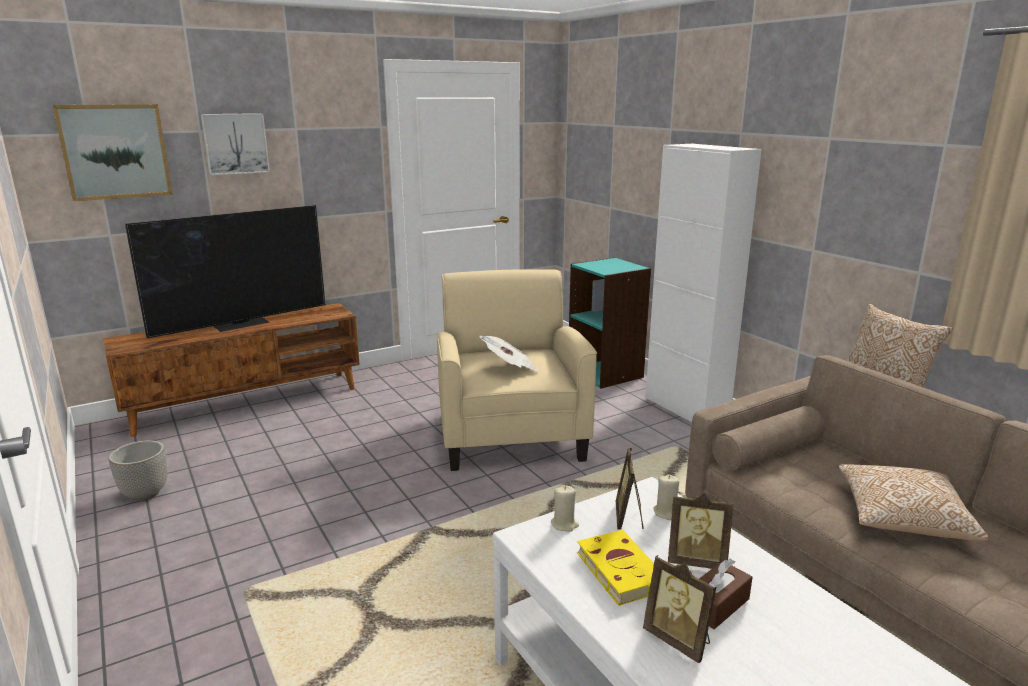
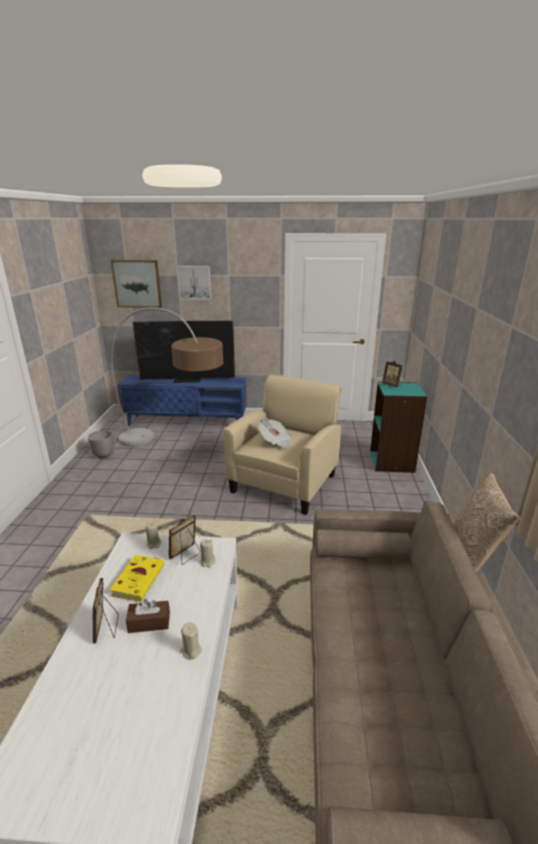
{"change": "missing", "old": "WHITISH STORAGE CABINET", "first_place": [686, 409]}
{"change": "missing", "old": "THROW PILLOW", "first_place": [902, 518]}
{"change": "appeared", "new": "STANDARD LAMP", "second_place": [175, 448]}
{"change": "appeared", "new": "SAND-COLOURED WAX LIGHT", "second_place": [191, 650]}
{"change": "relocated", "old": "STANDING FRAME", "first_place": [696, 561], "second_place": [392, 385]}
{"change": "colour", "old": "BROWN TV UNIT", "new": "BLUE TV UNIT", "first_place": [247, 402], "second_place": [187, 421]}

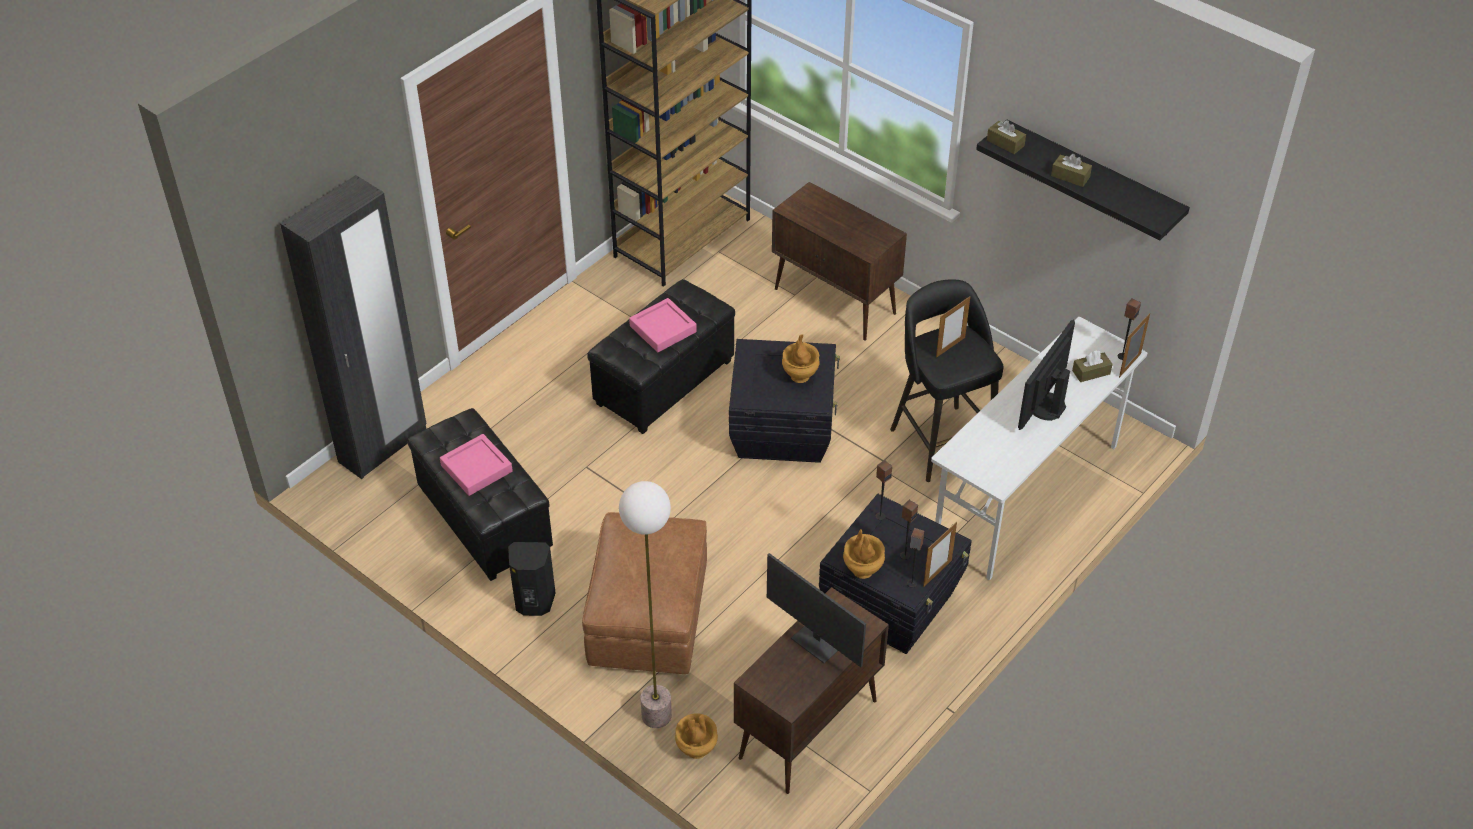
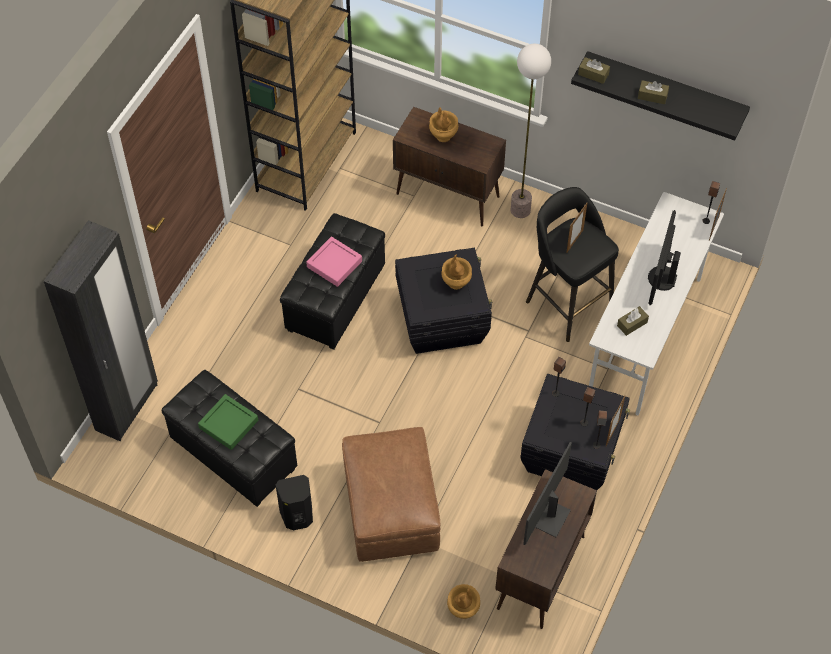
{"change": "relocated", "old": "STANDARD LAMP", "first_place": [656, 715], "second_place": [520, 210]}
{"change": "relocated", "old": "BROWN FLOWER VASE", "first_place": [862, 570], "second_place": [443, 136]}
{"change": "relocated", "old": "BROWN TISSUE BOX", "first_place": [1091, 372], "second_place": [632, 324]}
{"change": "colour", "old": "PINK TRAY", "new": "GREENISH TRAY", "first_place": [476, 468], "second_place": [228, 424]}
{"change": "spun", "old": "COMPUTER DISPLAY", "first_place": [818, 641], "second_place": [549, 517], "degrees": 90}

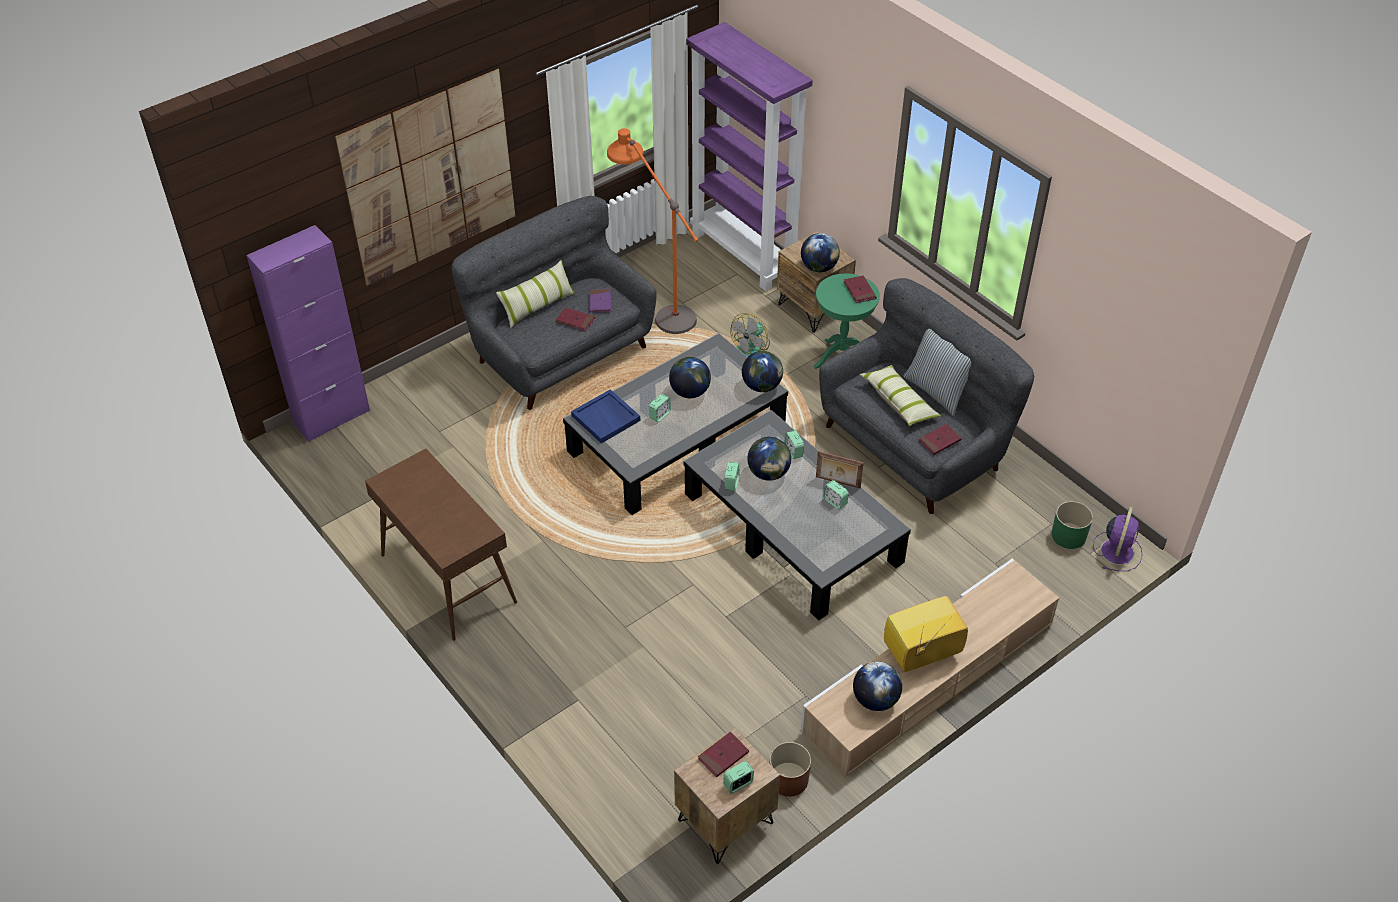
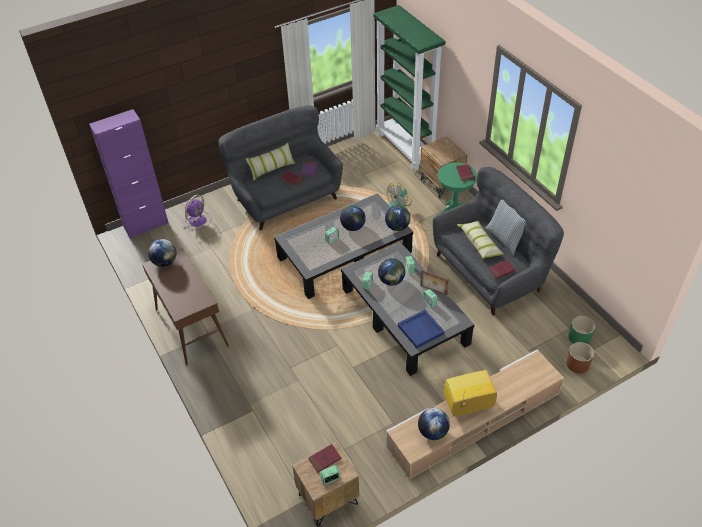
{"change": "missing", "old": "WALL PICTURE", "first_place": [430, 178]}
{"change": "missing", "old": "ORANGEY STANDARD LAMP", "first_place": [657, 305]}
{"change": "relocated", "old": "BLUE TRAY", "first_place": [606, 418], "second_place": [421, 330]}
{"change": "relocated", "old": "BROWN PLANT POT", "first_place": [788, 779], "second_place": [577, 364]}
{"change": "relocated", "old": "GLOBE", "first_place": [819, 267], "second_place": [165, 262]}
{"change": "relocated", "old": "PURPLE FAN", "first_place": [1117, 551], "second_place": [198, 220]}
{"change": "colour", "old": "PURPLE BOOKSHELF", "new": "GREENISH BOOKSHELF", "first_place": [744, 254], "second_place": [406, 148]}

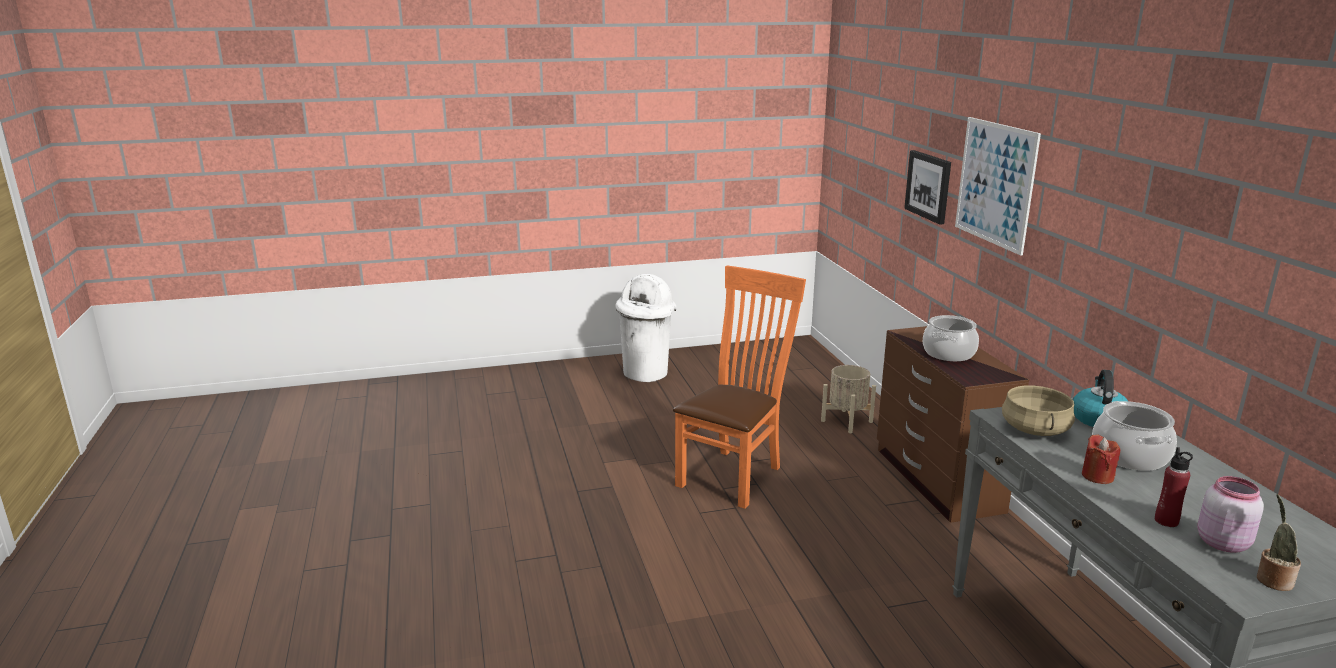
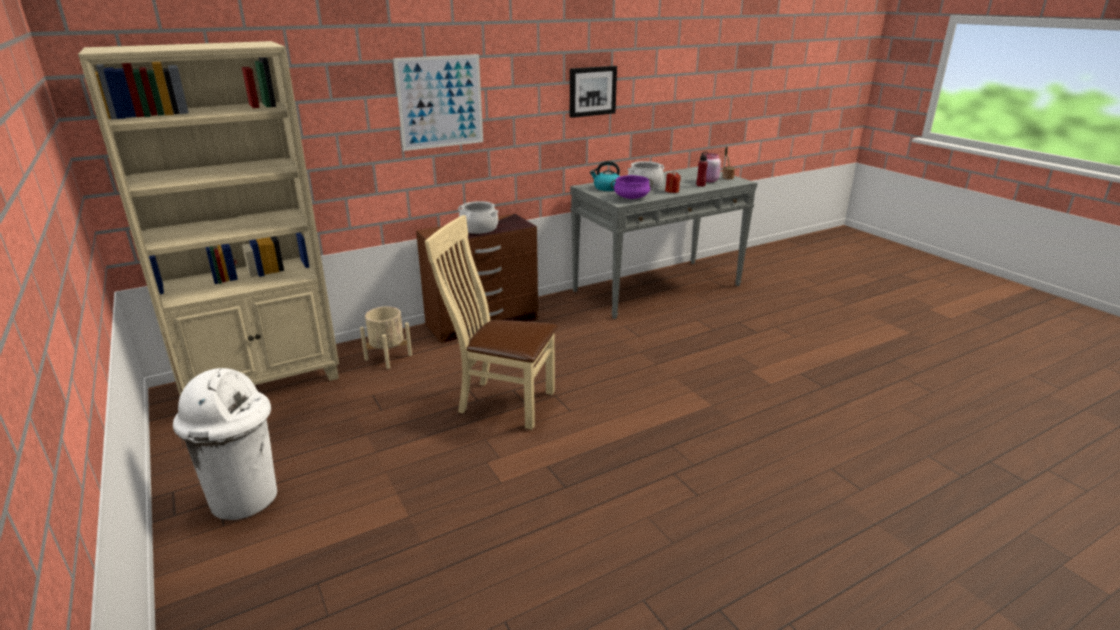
{"change": "appeared", "new": "SAND-COLOURED BOOKSHELF", "second_place": [264, 381]}
{"change": "relocated", "old": "WALL PICTURE", "first_place": [929, 186], "second_place": [592, 91]}
{"change": "colour", "old": "ORANGEY PLAIN CHAIR", "new": "SAND-COLOURED PLAIN CHAIR", "first_place": [734, 474], "second_place": [501, 401]}
{"change": "colour", "old": "SAND-COLOURED SAUCEPOT", "new": "PURPLE SAUCEPOT", "first_place": [1035, 429], "second_place": [631, 197]}

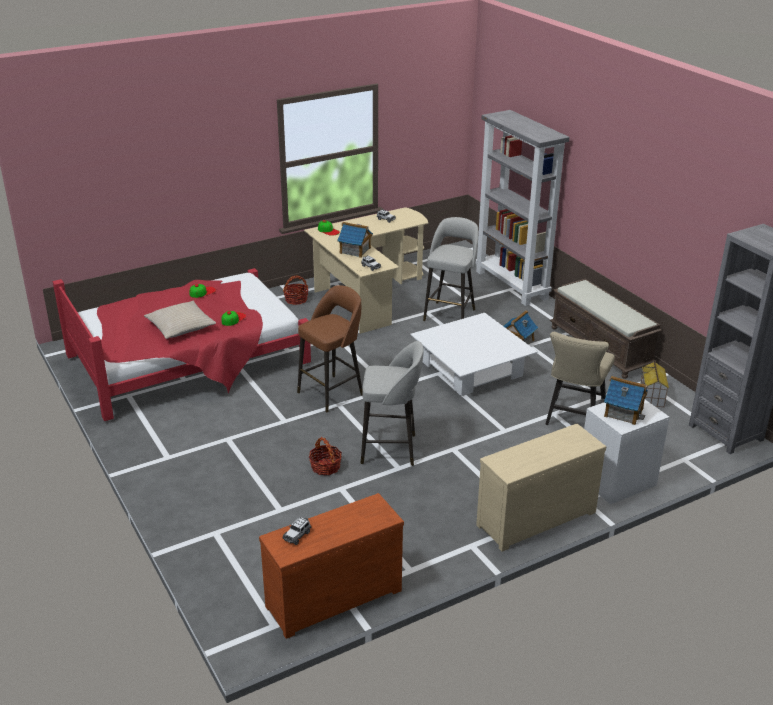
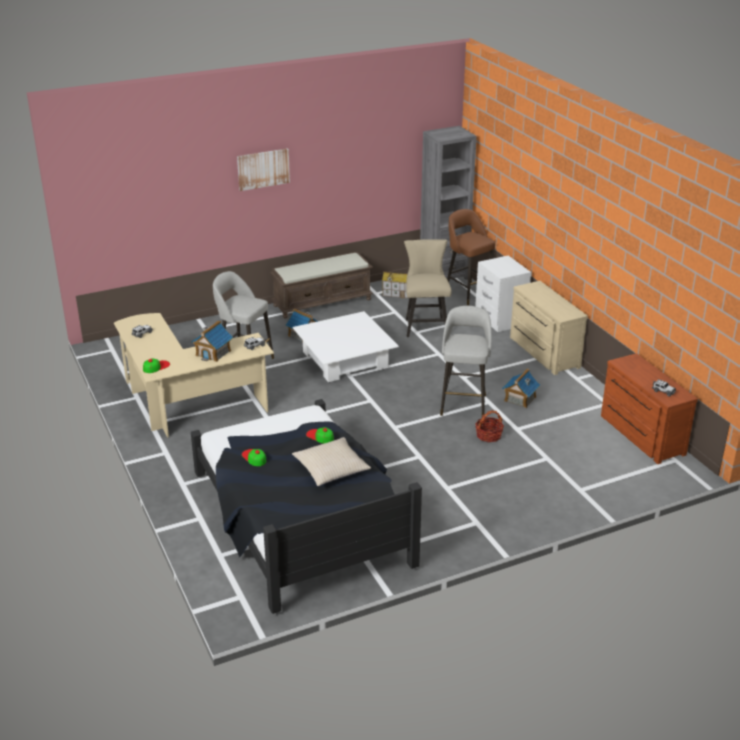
{"change": "missing", "old": "STORAGE BASKET", "first_place": [296, 300]}
{"change": "missing", "old": "GRAY BOOKSHELF", "first_place": [512, 285]}
{"change": "appeared", "new": "WALL PICTURE", "second_place": [263, 169]}
{"change": "relocated", "old": "BROWN SITTING STOOL", "first_place": [332, 393], "second_place": [468, 293]}
{"change": "relocated", "old": "MODEL HOUSE", "first_place": [623, 412], "second_place": [519, 399]}
{"change": "colour", "old": "REDDISH SLEEPING BED", "new": "BLACKISH SLEEPING BED", "first_place": [189, 361], "second_place": [301, 519]}
{"change": "spun", "old": "SAND-COLOURED PLAIN CHAIR", "first_place": [573, 420], "second_place": [425, 325], "degrees": -120}

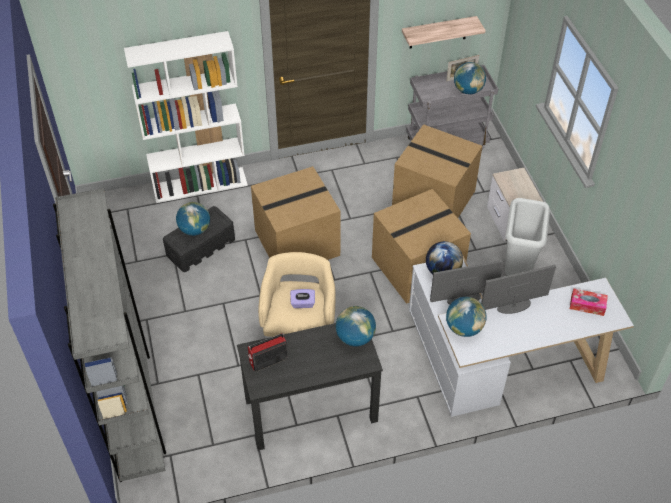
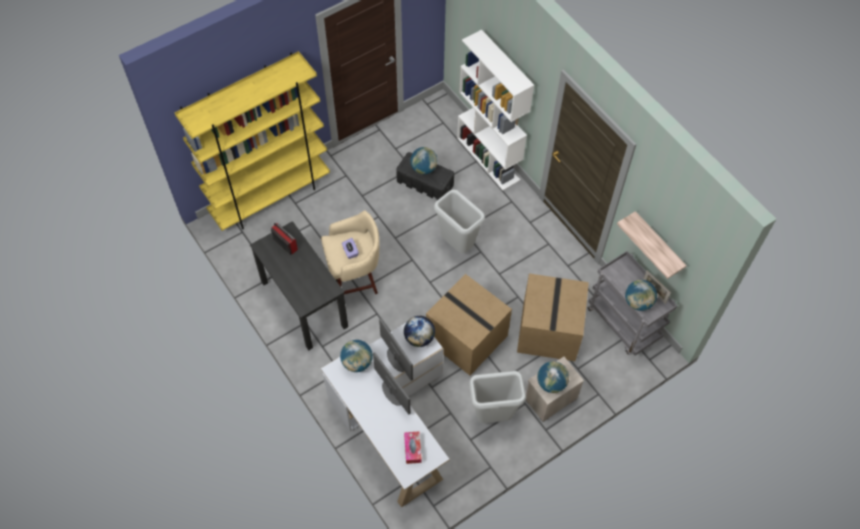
{"change": "relocated", "old": "GLOBE", "first_place": [355, 337], "second_place": [551, 383]}
{"change": "exchanged", "old": "CARDBOARD BOX", "new": "GRAY TRASH CAN", "first_place": [297, 242], "second_place": [458, 245]}
{"change": "colour", "old": "GRAY BOOKSHELF", "new": "YELLOWISH BOOKSHELF", "first_place": [133, 408], "second_place": [271, 197]}

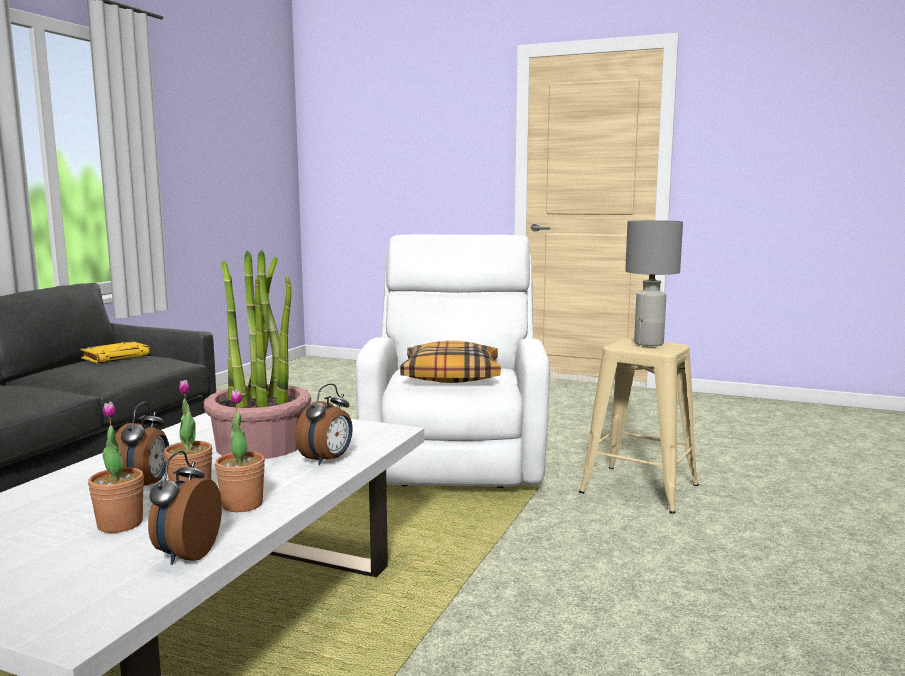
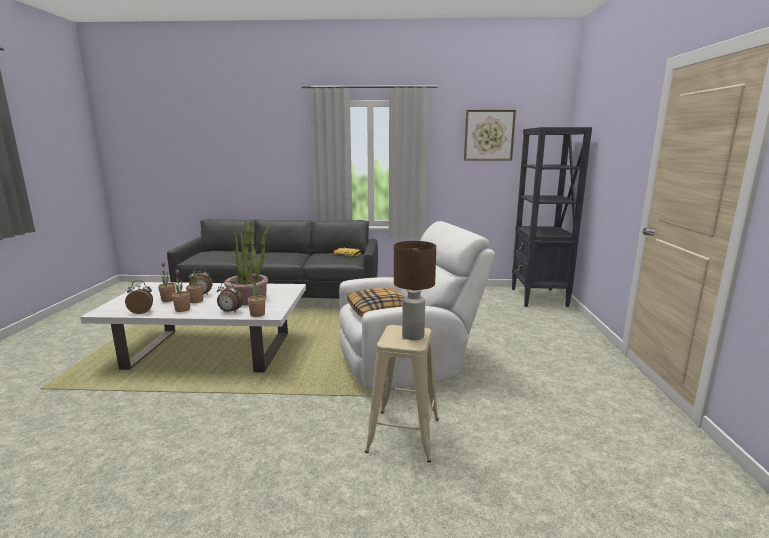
{"change": "appeared", "new": "POTTED PLANT", "second_place": [257, 314]}
{"change": "appeared", "new": "WALL PICTURE", "second_place": [489, 135]}
{"change": "appeared", "new": "BLACKISH BOOKSHELF", "second_place": [538, 297]}
{"change": "colour", "old": "GRAY TABLE LAMP", "new": "BROWN TABLE LAMP", "first_place": [648, 343], "second_place": [412, 336]}

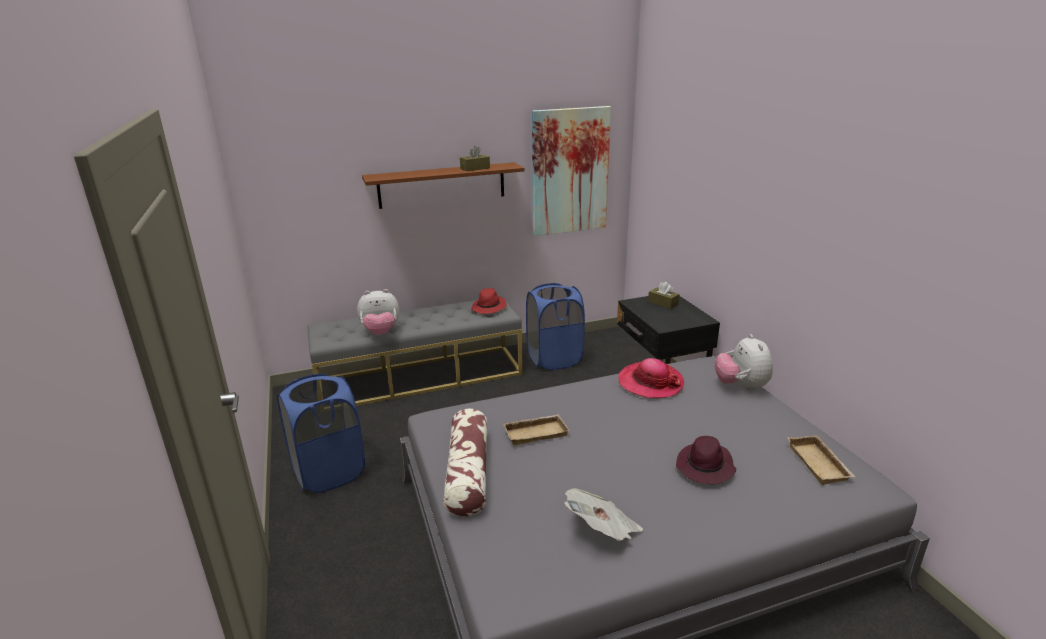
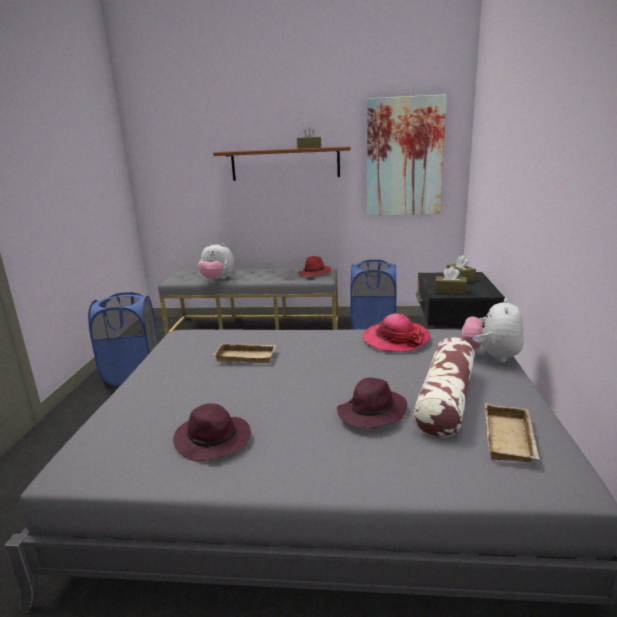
{"change": "appeared", "new": "BROWN TISSUE BOX", "second_place": [450, 291]}
{"change": "relocated", "old": "THROW PILLOW", "first_place": [468, 473], "second_place": [445, 399]}
{"change": "exchanged", "old": "NEWSPAPER", "new": "PURPLE HAT", "first_place": [603, 530], "second_place": [214, 440]}

